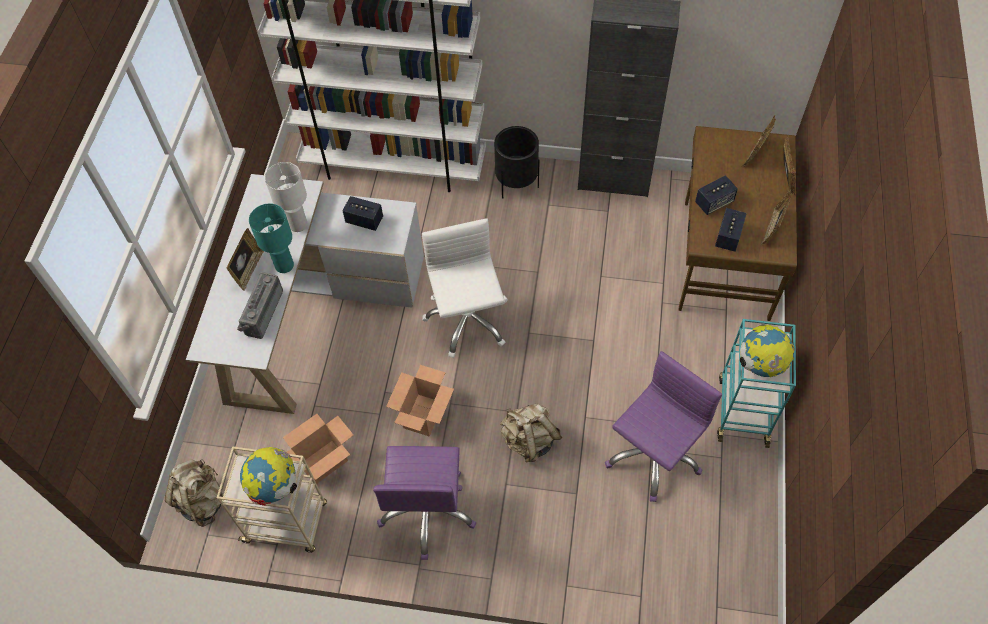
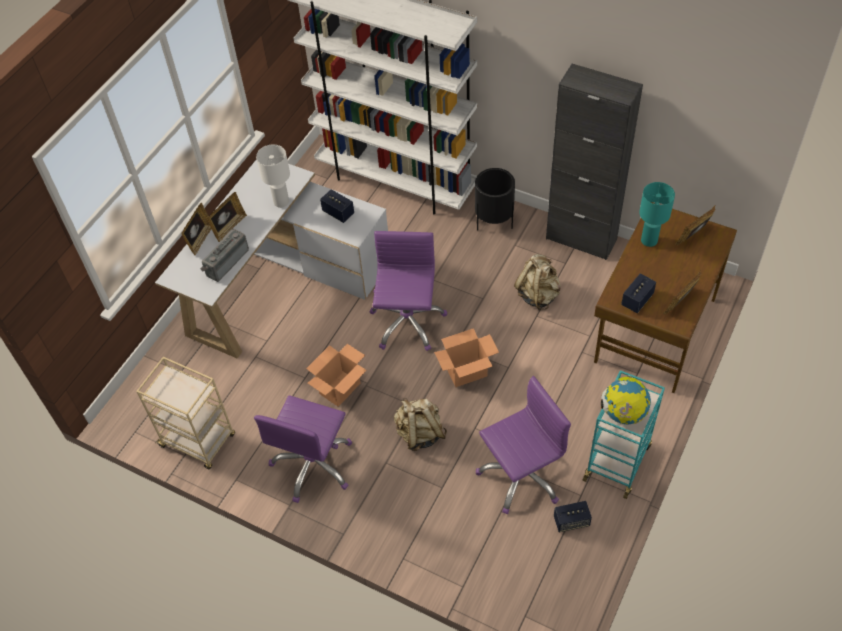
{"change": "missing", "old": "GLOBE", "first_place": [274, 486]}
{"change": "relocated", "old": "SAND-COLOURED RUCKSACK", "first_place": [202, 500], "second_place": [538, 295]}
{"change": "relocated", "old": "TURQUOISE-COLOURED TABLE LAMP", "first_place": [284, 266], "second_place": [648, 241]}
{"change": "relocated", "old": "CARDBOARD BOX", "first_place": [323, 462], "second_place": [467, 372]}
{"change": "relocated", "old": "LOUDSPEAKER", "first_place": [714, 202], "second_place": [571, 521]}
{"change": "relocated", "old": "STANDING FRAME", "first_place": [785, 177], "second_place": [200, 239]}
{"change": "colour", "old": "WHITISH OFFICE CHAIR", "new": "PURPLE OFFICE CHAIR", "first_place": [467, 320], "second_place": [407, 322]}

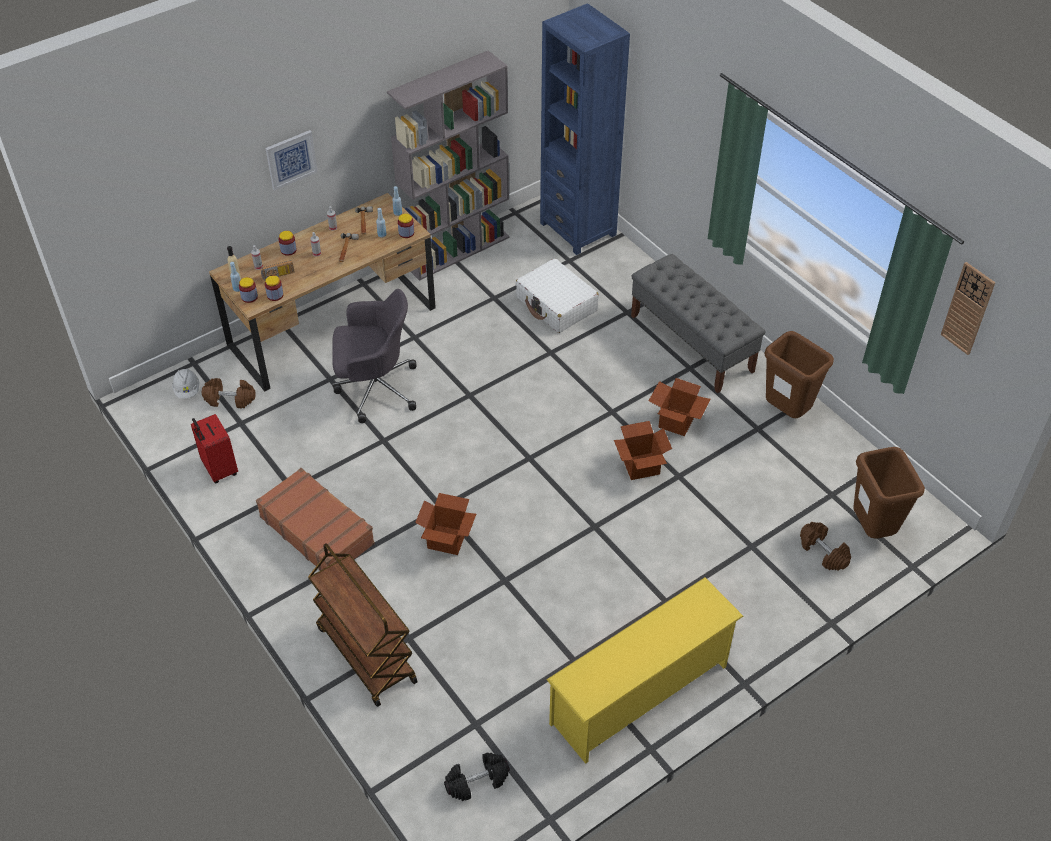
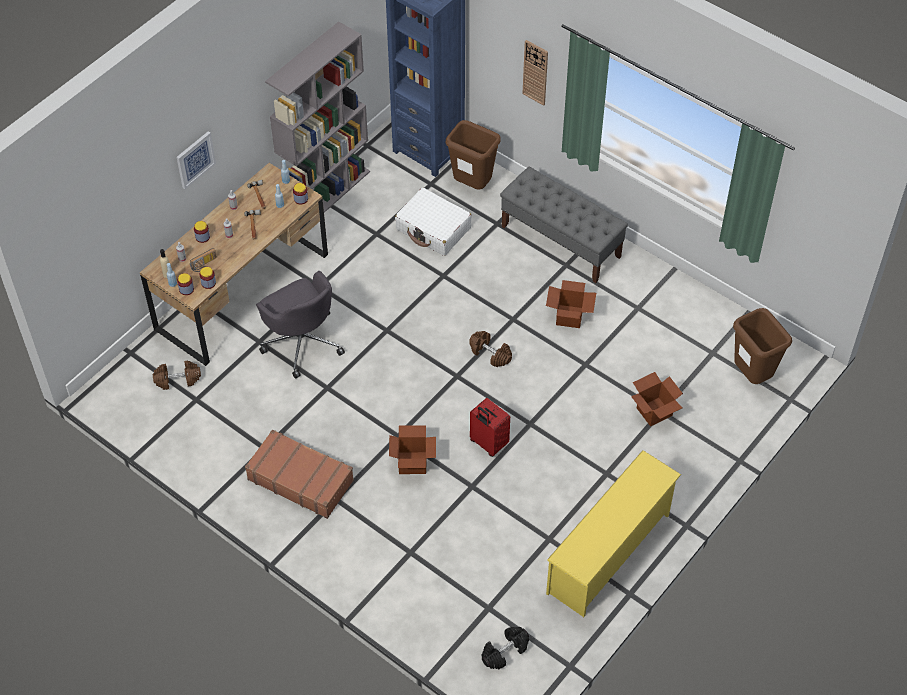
{"change": "missing", "old": "WHITISH HARD HAT", "first_place": [187, 390]}
{"change": "missing", "old": "BROWN TROLLEY", "first_place": [365, 654]}
{"change": "relocated", "old": "REDDISH SUITCASE", "first_place": [219, 469], "second_place": [488, 443]}
{"change": "relocated", "old": "CARDBOARD BOX", "first_place": [641, 466], "second_place": [654, 411]}
{"change": "relocated", "old": "BROWN TRASH CAN", "first_place": [787, 413], "second_place": [473, 186]}
{"change": "relocated", "old": "BROWN DUMBBELL", "first_place": [823, 552], "second_place": [490, 354]}
{"change": "relocated", "old": "CLOCK ON THE WALL", "first_place": [968, 308], "second_place": [535, 72]}
{"change": "spun", "old": "GRAY OFFICE CHAIR", "first_place": [375, 388], "second_place": [302, 341], "degrees": 75}

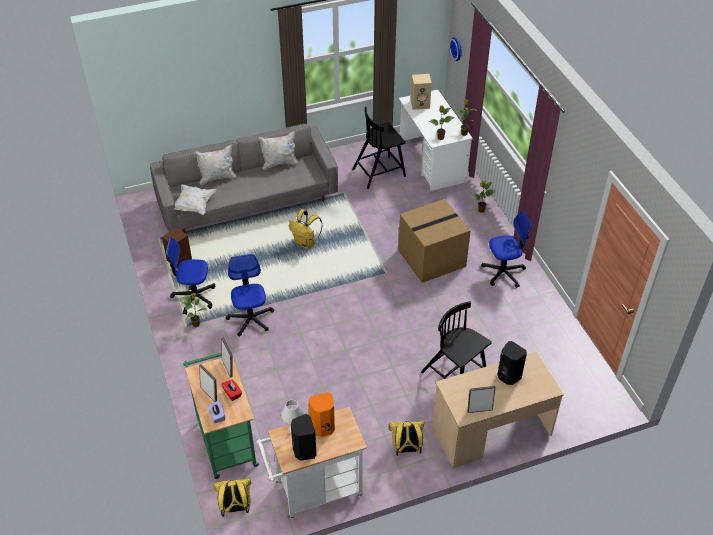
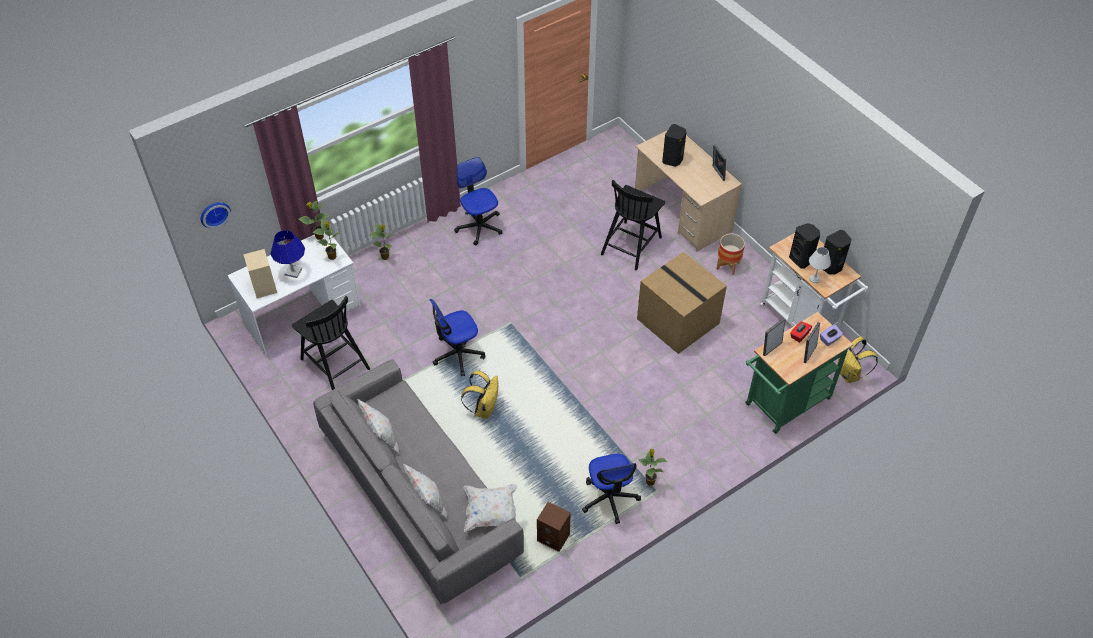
{"change": "appeared", "new": "BLUE TABLE LAMP", "second_place": [293, 271]}
{"change": "relocated", "old": "OFFICE CHAIR", "first_place": [251, 319], "second_place": [458, 354]}
{"change": "relocated", "old": "CARDBOARD BOX", "first_place": [431, 259], "second_place": [679, 321]}
{"change": "exchanged", "old": "YELLOWISH RUCKSACK", "new": "PLANT POT", "first_place": [406, 449], "second_place": [728, 266]}
{"change": "colour", "old": "ORANGEY LOUDSPEAKER", "new": "BLACKISH LOUDSPEAKER", "first_place": [323, 428], "second_place": [801, 259]}

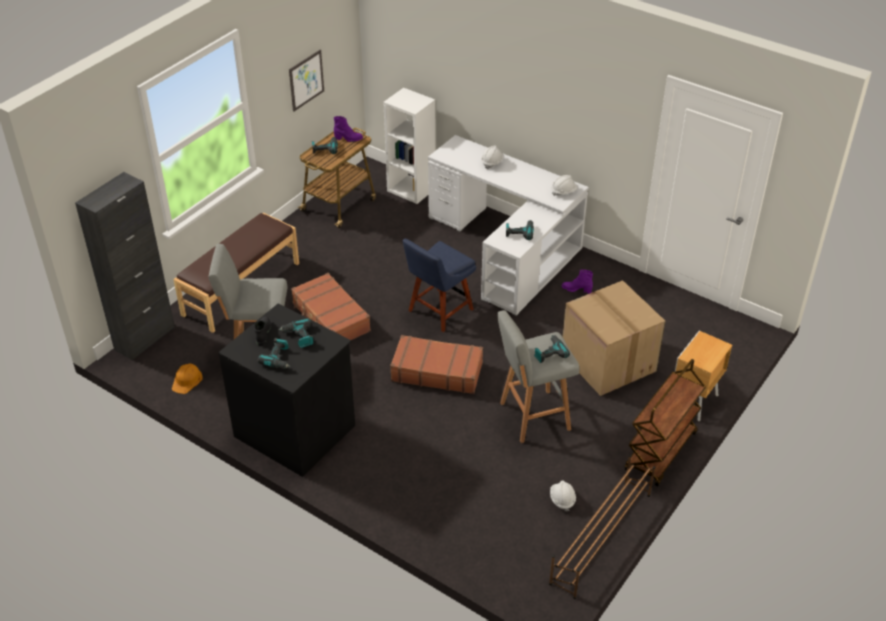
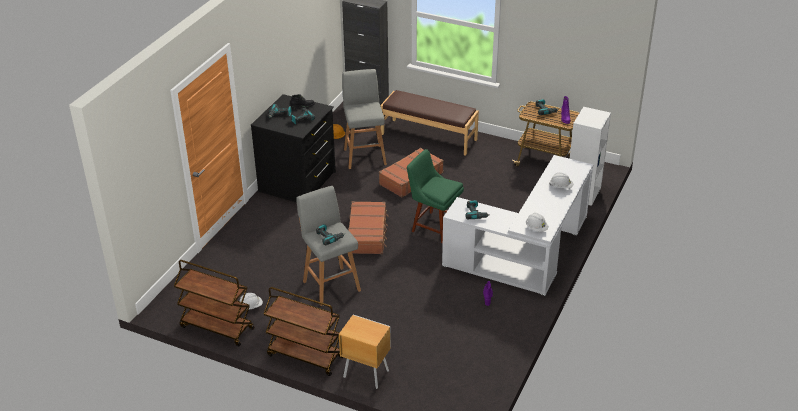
{"change": "missing", "old": "WALL PICTURE", "first_place": [306, 80]}
{"change": "missing", "old": "CARDBOARD BOX", "first_place": [606, 362]}
{"change": "exchanged", "old": "BROWN SHOE SHELF", "new": "BROWN TROLLEY", "first_place": [600, 538], "second_place": [216, 328]}
{"change": "colour", "old": "BLUE PLAIN CHAIR", "new": "GREENISH PLAIN CHAIR", "first_place": [438, 311], "second_place": [434, 226]}

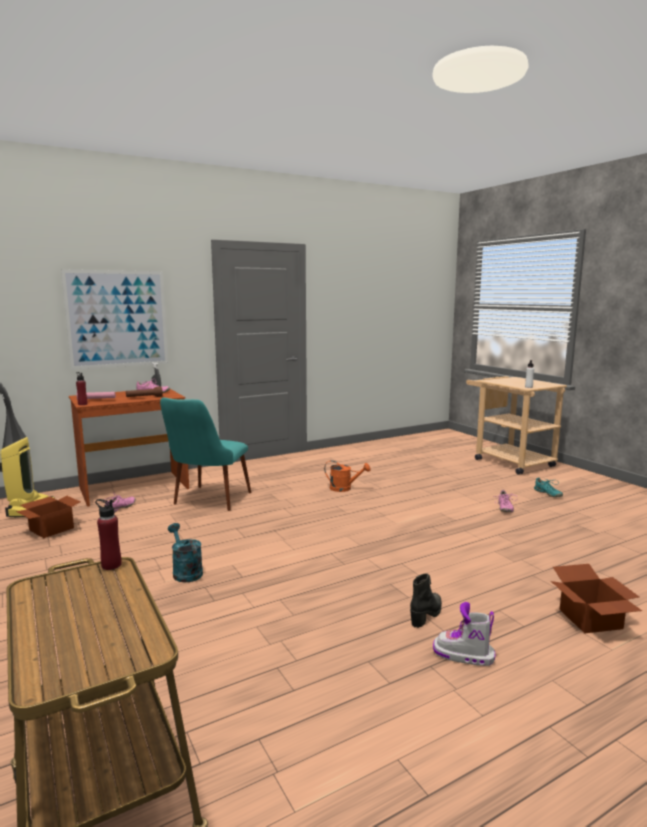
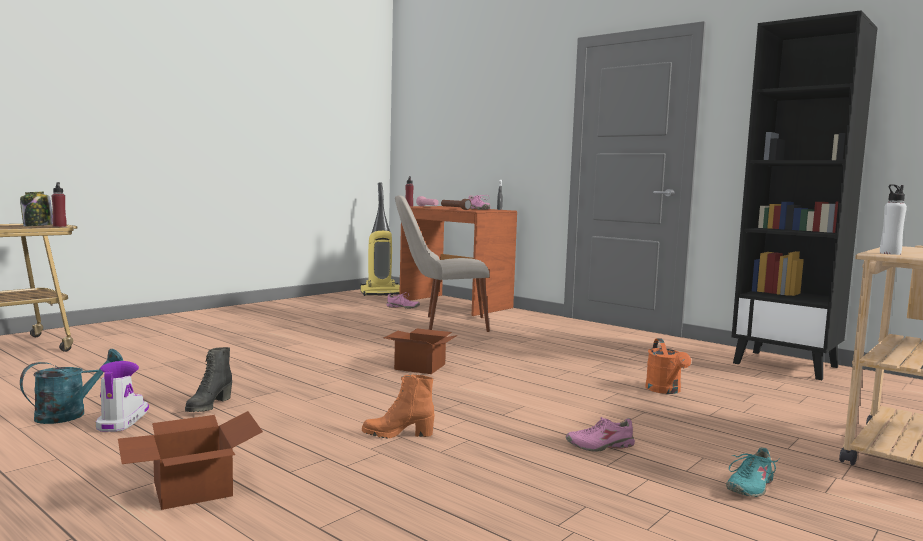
{"change": "missing", "old": "WALL PICTURE", "first_place": [117, 319]}
{"change": "appeared", "new": "JAR", "second_place": [37, 226]}
{"change": "appeared", "new": "ORANGEY HIGH-TOP BOOT", "second_place": [397, 434]}
{"change": "appeared", "new": "BLACKISH BOOKSHELF", "second_place": [786, 365]}
{"change": "relocated", "old": "CARDBOARD BOX", "first_place": [51, 528], "second_place": [421, 366]}
{"change": "relocated", "old": "TURQUOISE-COLOURED WATERING POT", "first_place": [185, 572], "second_place": [69, 413]}
{"change": "relocated", "old": "ORANGEY WATERING POT", "first_place": [344, 488], "second_place": [665, 390]}
{"change": "colour", "old": "TURQUOISE-COLOURED PLAIN CHAIR", "new": "SAND-COLOURED PLAIN CHAIR", "first_place": [207, 502], "second_place": [442, 323]}
{"change": "spun", "old": "BLACKISH HIGH-TOP BOOT", "first_place": [426, 614], "second_place": [208, 406], "degrees": 90}

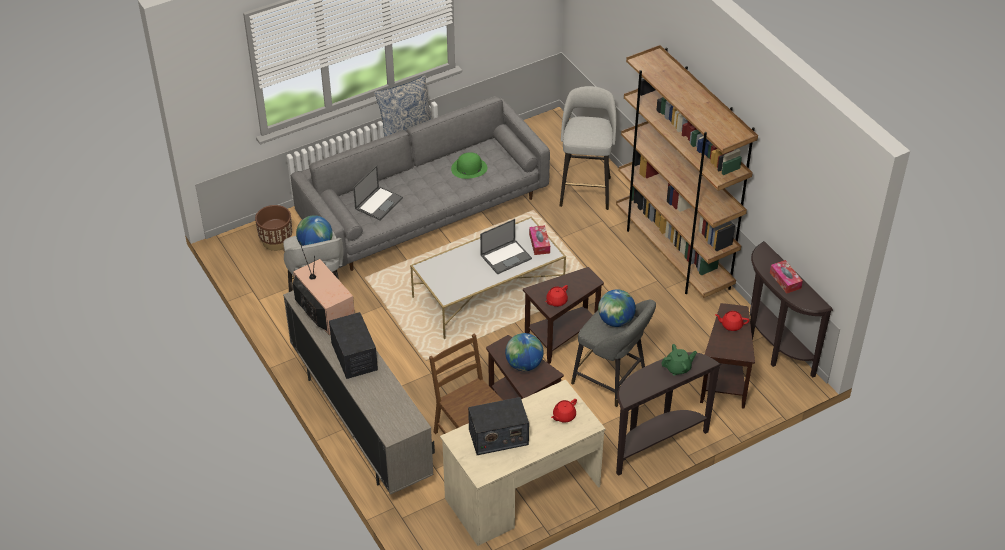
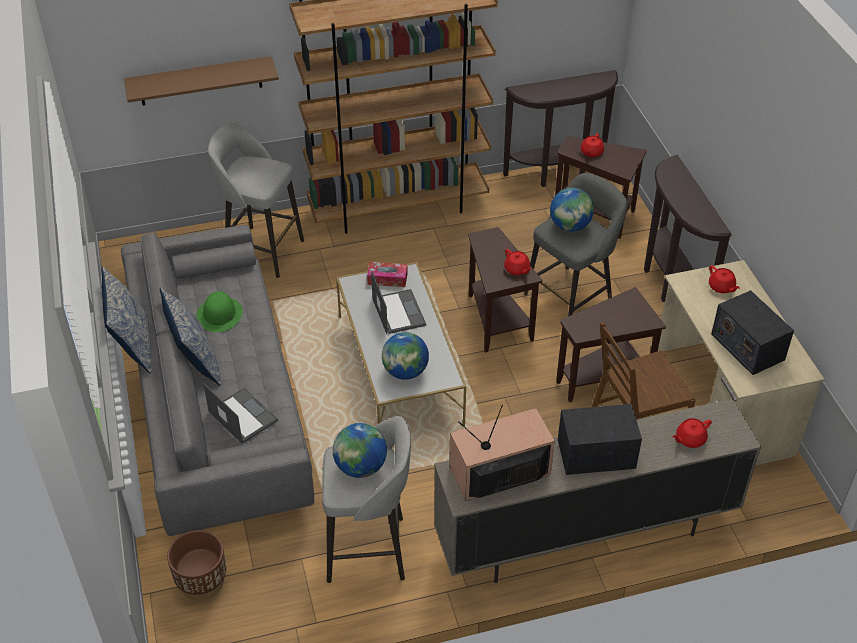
{"change": "missing", "old": "GREENISH TEA POT", "first_place": [678, 368]}
{"change": "missing", "old": "TISSUE BOX", "first_place": [785, 280]}
{"change": "appeared", "new": "BROWN SHELF", "second_place": [200, 81]}
{"change": "appeared", "new": "THROW PILLOW", "second_place": [196, 363]}
{"change": "appeared", "new": "REDDISH TEA POT", "second_place": [689, 439]}
{"change": "relocated", "old": "GLOBE", "first_place": [524, 365], "second_place": [405, 372]}
{"change": "spun", "old": "RADIO", "first_place": [498, 437], "second_place": [747, 346], "degrees": 150}

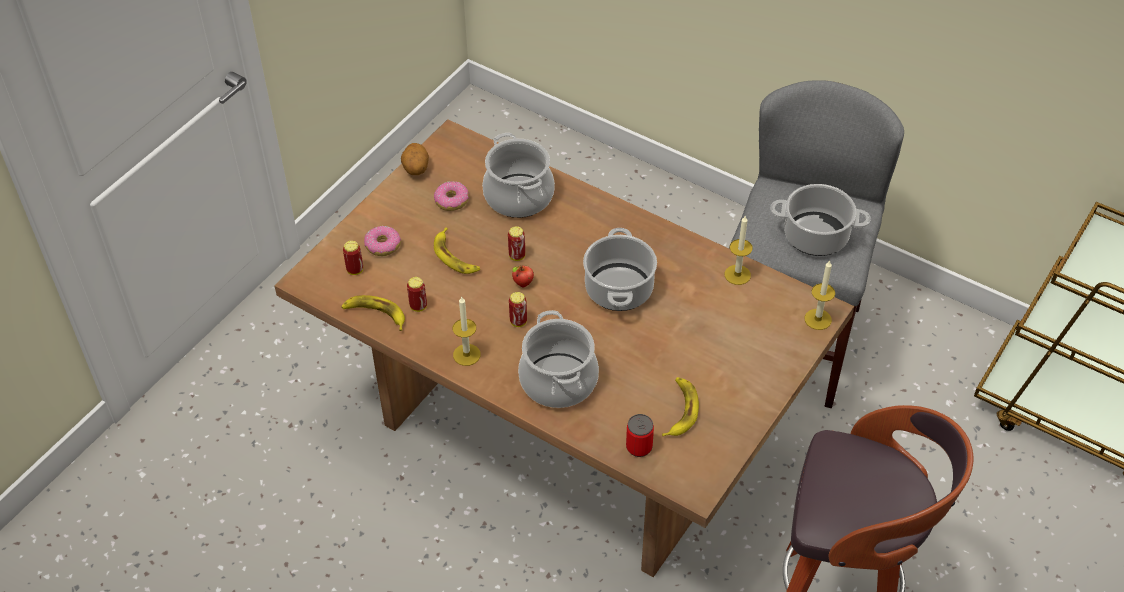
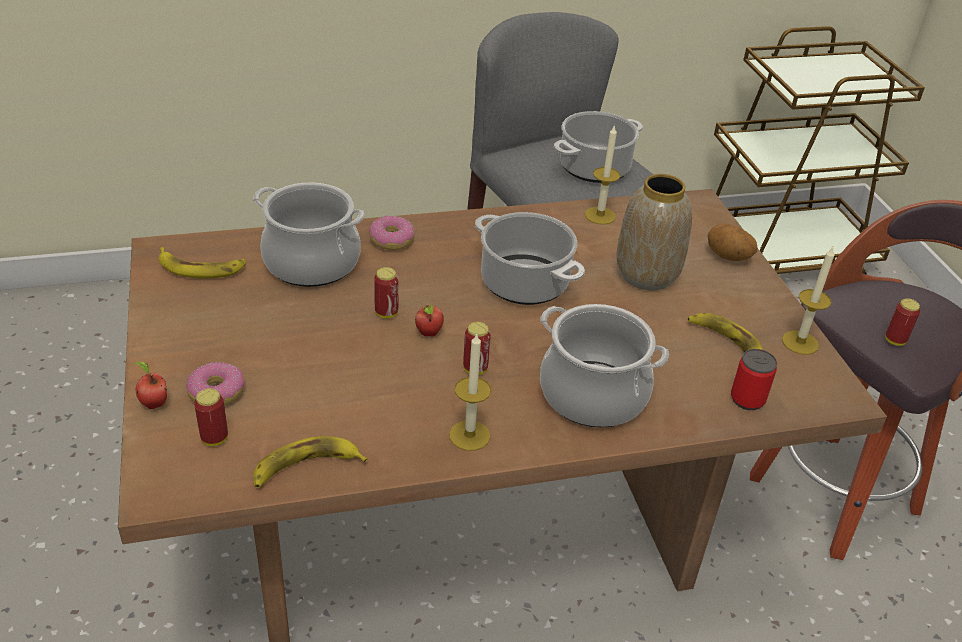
{"change": "appeared", "new": "APPLE", "second_place": [153, 404]}
{"change": "appeared", "new": "FLOWER VASE", "second_place": [646, 275]}
{"change": "relocated", "old": "POTATO", "first_place": [415, 169], "second_place": [727, 257]}
{"change": "relocated", "old": "METAL CAN", "first_place": [418, 306], "second_place": [895, 340]}
{"change": "relocated", "old": "RING DOUGHNUT", "first_place": [451, 200], "second_place": [391, 240]}
{"change": "relocated", "old": "WHOLE BANANA", "first_place": [455, 256], "second_place": [201, 268]}
{"change": "relocated", "old": "WAX LIGHT", "first_place": [818, 319], "second_place": [800, 342]}

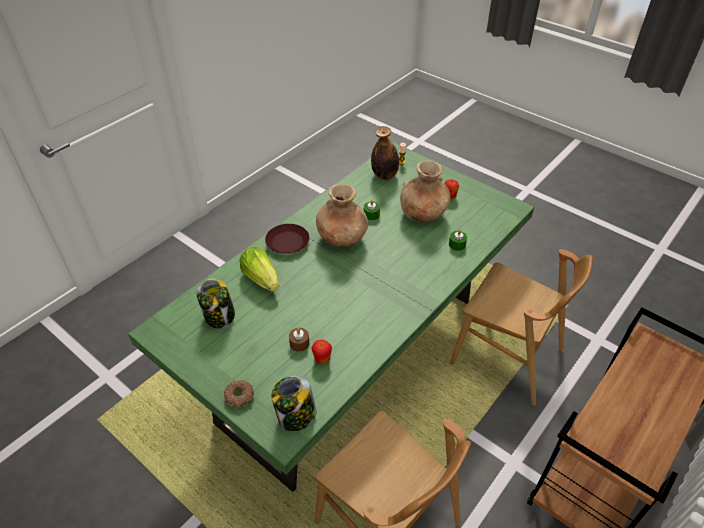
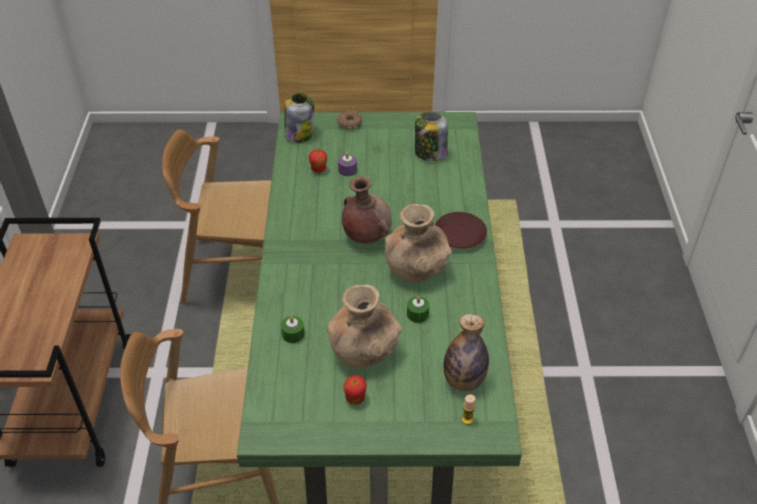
{"change": "missing", "old": "LETTUCE", "first_place": [261, 279]}
{"change": "appeared", "new": "BROWN FLOWER VASE", "second_place": [366, 236]}
{"change": "colour", "old": "BROWN WAX LIGHT", "new": "PURPLE WAX LIGHT", "first_place": [299, 343], "second_place": [347, 170]}

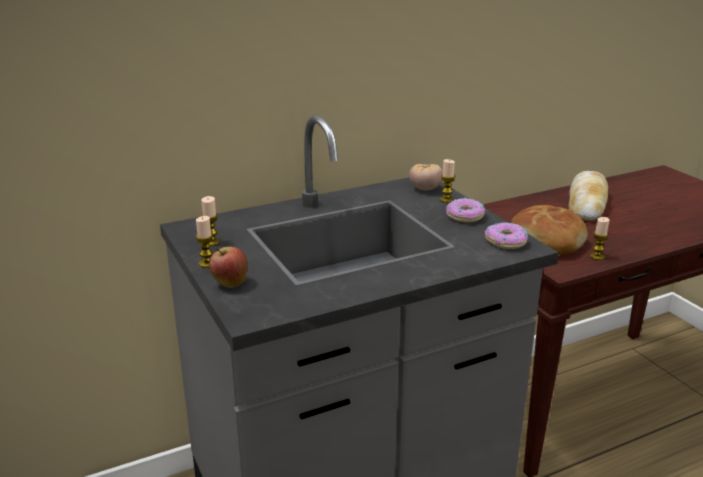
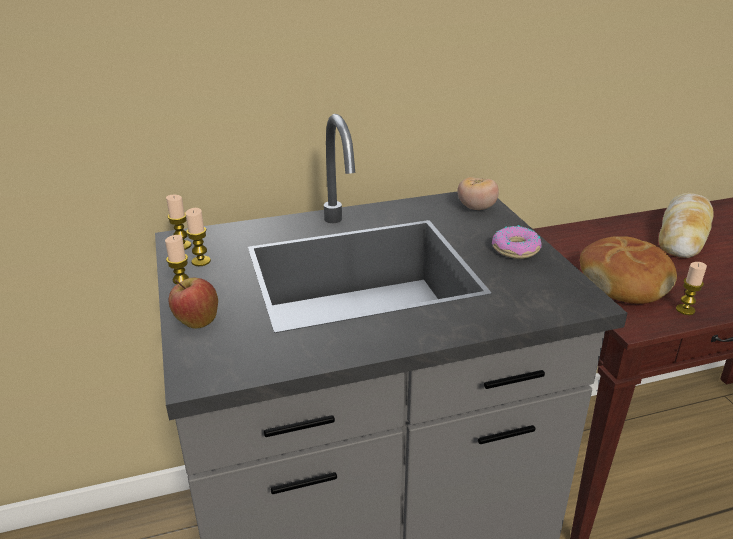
{"change": "missing", "old": "RING DOUGHNUT", "first_place": [505, 241]}
{"change": "relocated", "old": "WAX LIGHT", "first_place": [446, 200], "second_place": [182, 246]}

